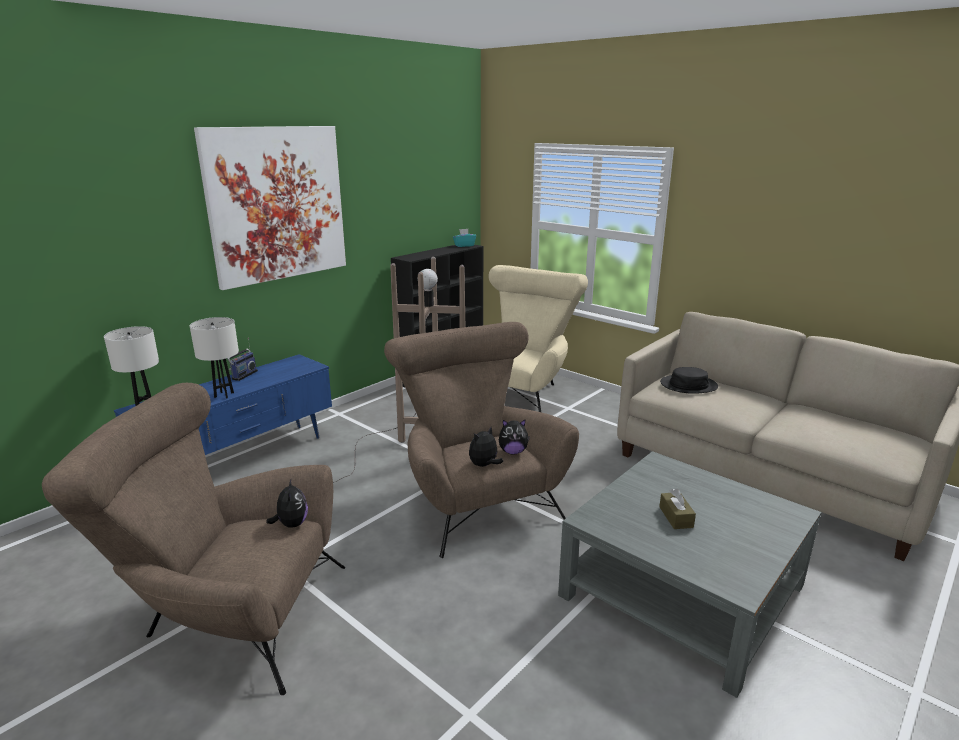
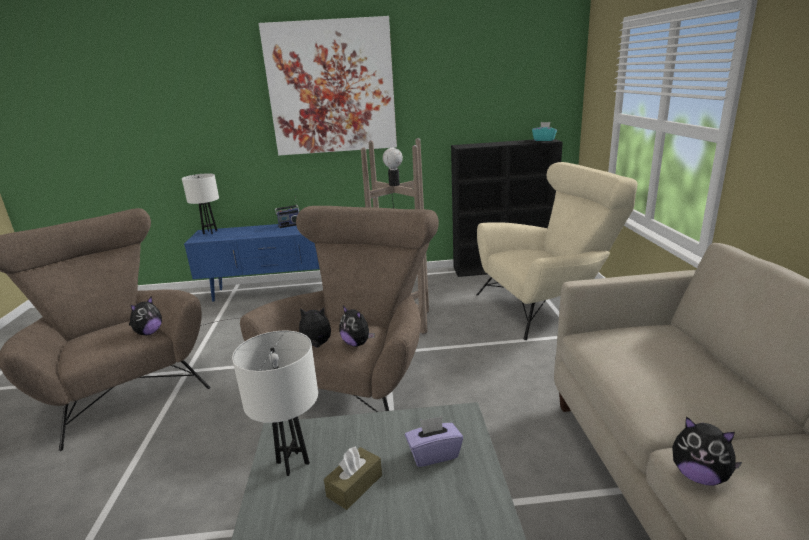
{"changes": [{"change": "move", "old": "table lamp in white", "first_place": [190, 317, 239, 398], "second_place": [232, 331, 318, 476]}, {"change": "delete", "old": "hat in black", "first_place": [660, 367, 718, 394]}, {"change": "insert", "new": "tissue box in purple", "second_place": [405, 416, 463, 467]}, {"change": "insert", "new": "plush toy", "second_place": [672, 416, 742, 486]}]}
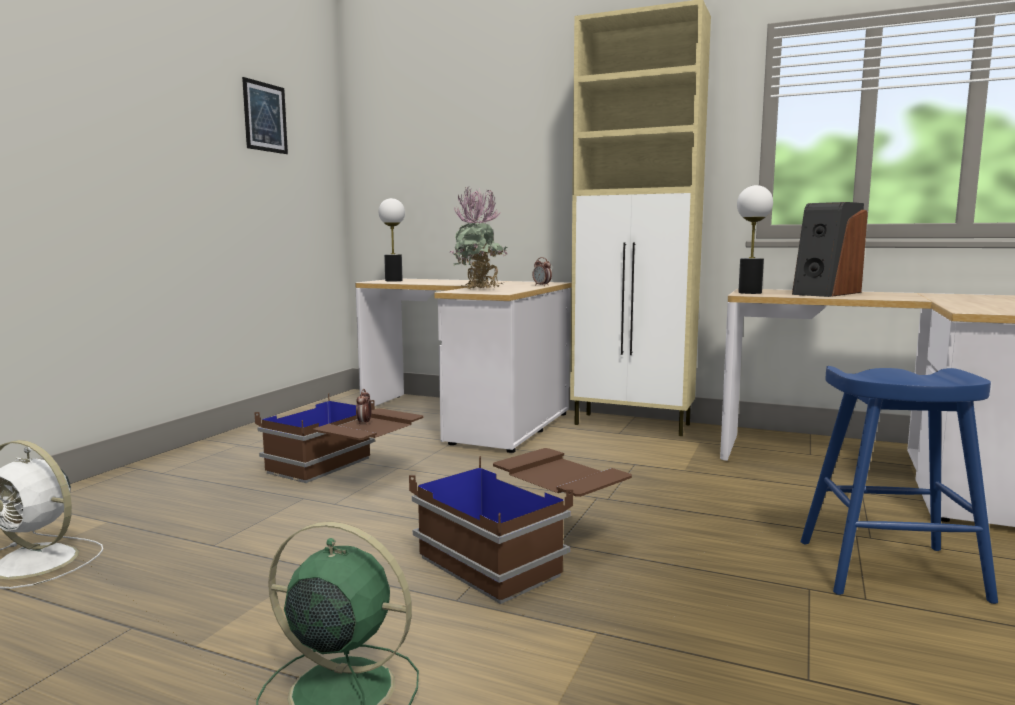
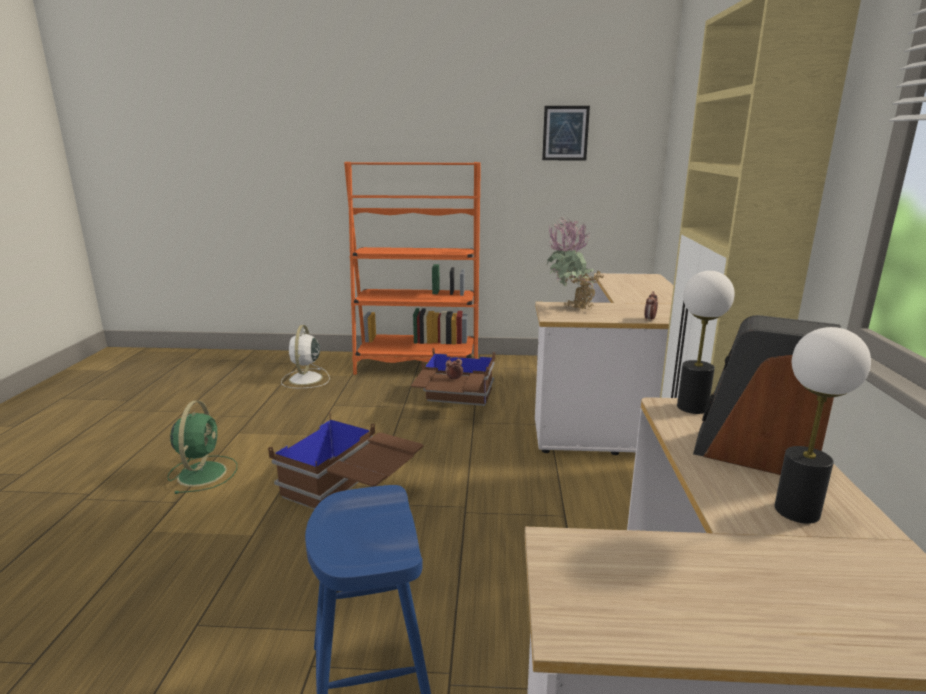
{"changes": [{"change": "move", "old": "table lamp", "first_place": [378, 198, 405, 281], "second_place": [774, 327, 871, 524]}, {"change": "insert", "new": "bookcase in orange", "second_place": [344, 162, 481, 375]}]}
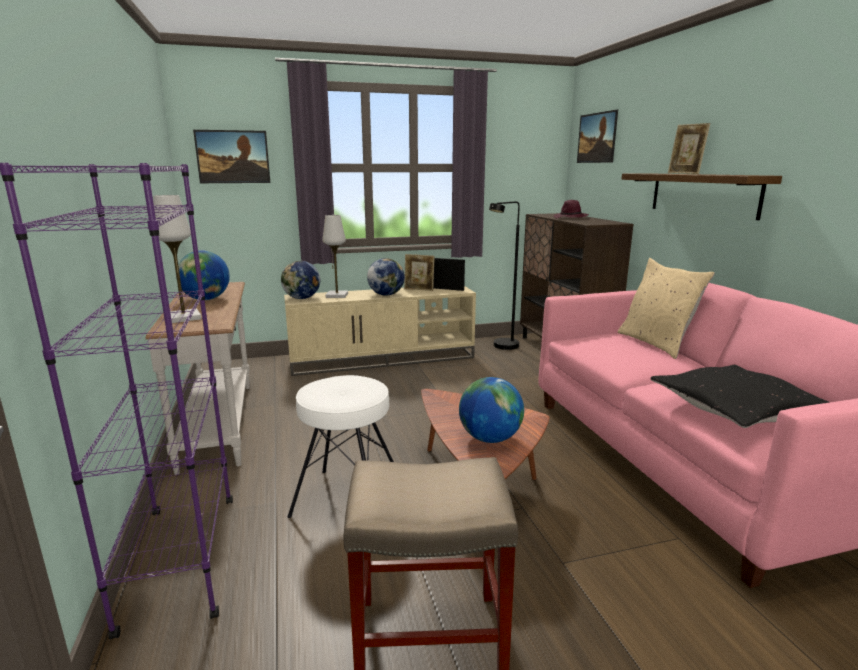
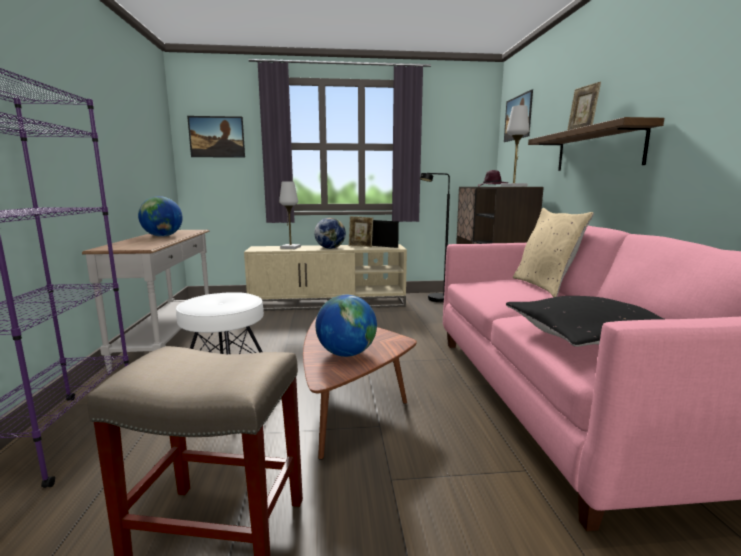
{"changes": [{"change": "move", "old": "table lamp in white", "first_place": [153, 195, 202, 323], "second_place": [501, 105, 530, 187]}, {"change": "delete", "old": "globe", "first_place": [281, 261, 320, 299]}]}
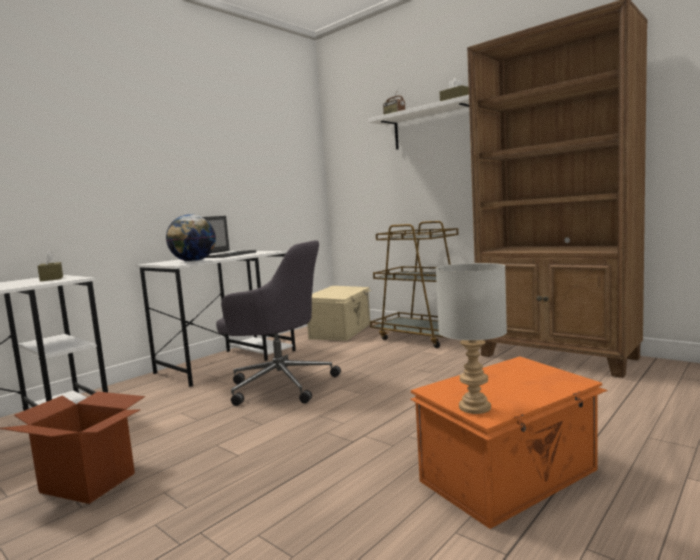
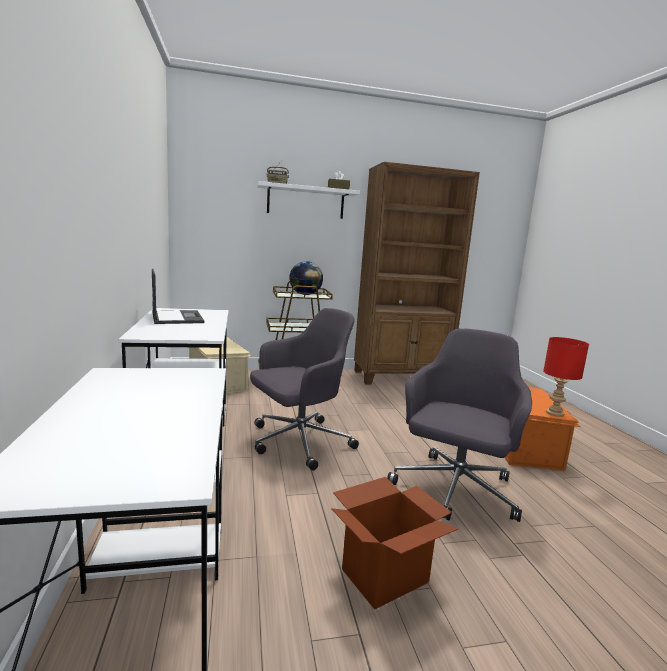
{"changes": [{"change": "move", "old": "globe", "first_place": [166, 214, 216, 262], "second_place": [289, 261, 323, 295]}, {"change": "delete", "old": "tissue box in brown", "first_place": [37, 250, 63, 281]}, {"change": "recolor", "old": "table lamp in grey", "new": "table lamp in red", "first_place": [436, 263, 507, 414], "second_place": [543, 337, 589, 417]}, {"change": "insert", "new": "office chair in grey", "second_place": [387, 329, 532, 522]}]}
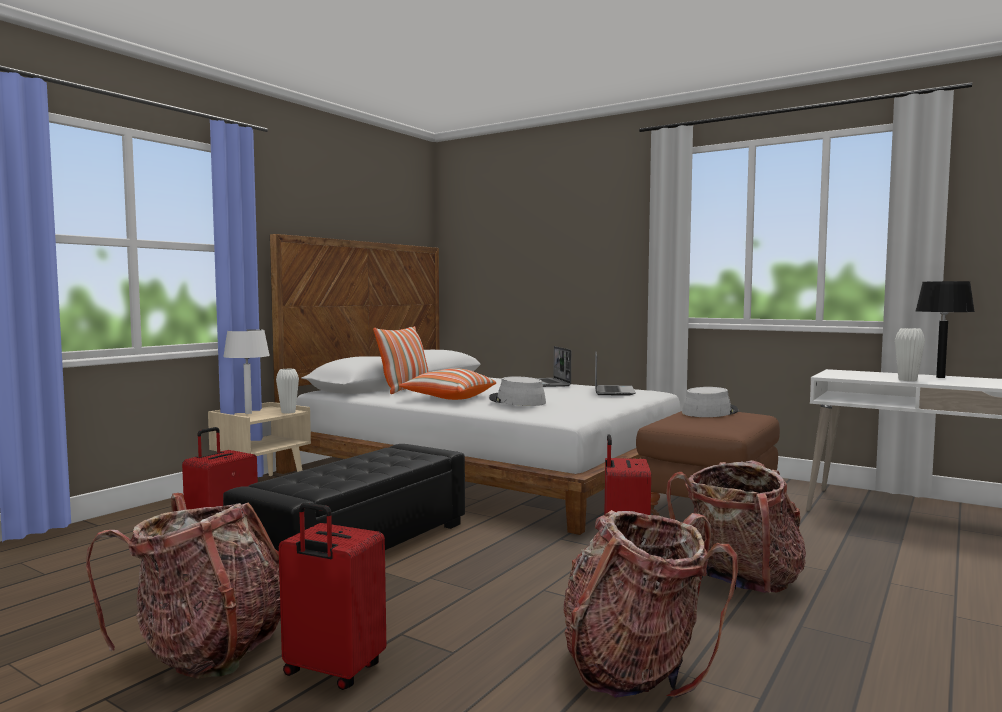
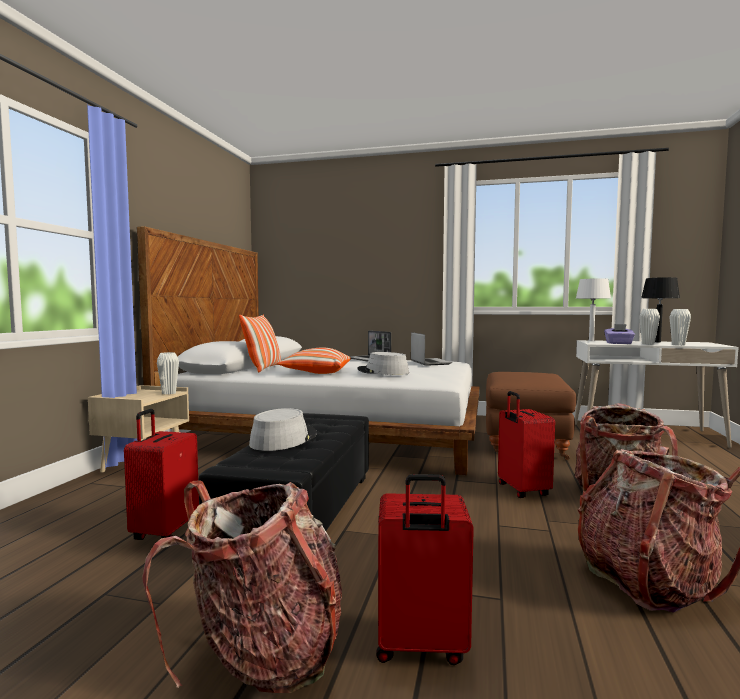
{"changes": [{"change": "move", "old": "table lamp in white", "first_place": [223, 329, 270, 414], "second_place": [576, 278, 611, 341]}, {"change": "move", "old": "hat in grey", "first_place": [682, 387, 738, 417], "second_place": [249, 408, 316, 451]}, {"change": "insert", "new": "vase in white", "second_place": [669, 309, 691, 346]}, {"change": "insert", "new": "tissue box in purple", "second_place": [604, 324, 635, 344]}]}
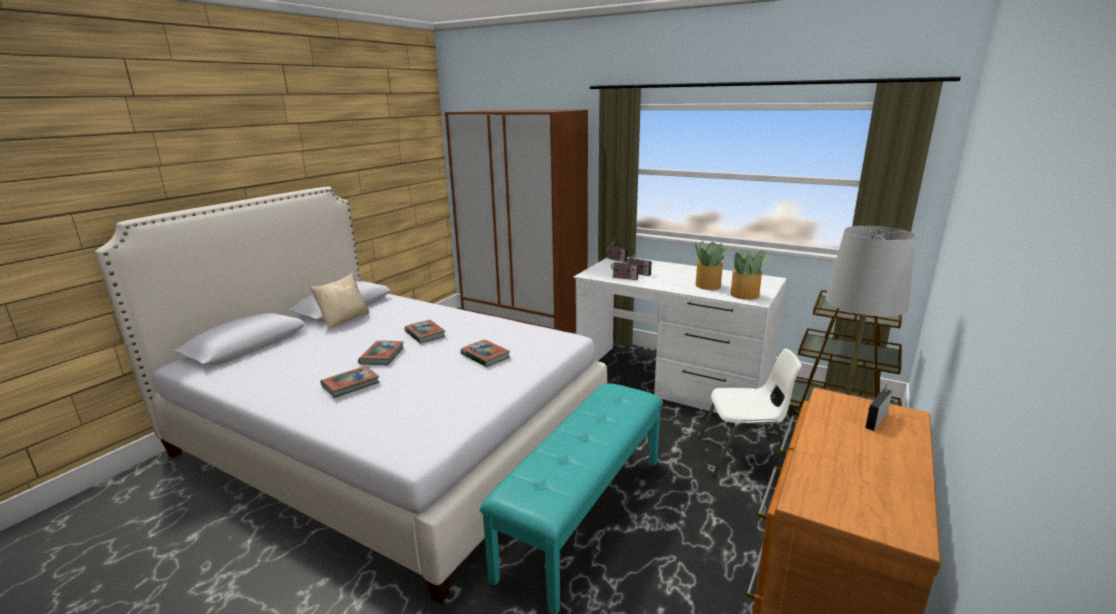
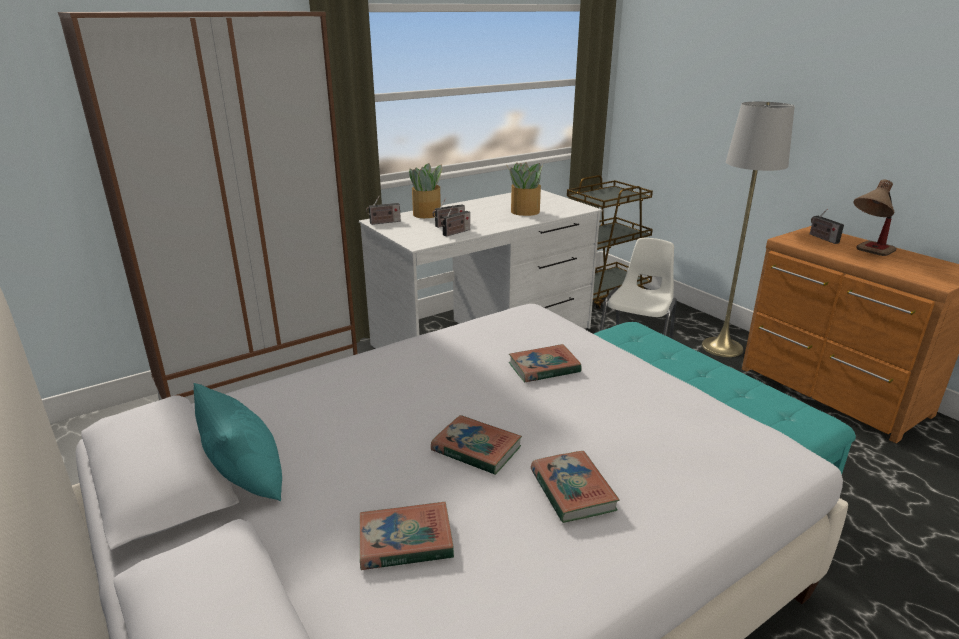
{"changes": [{"change": "move", "old": "potted plant", "first_place": [730, 251, 770, 300], "second_place": [409, 163, 442, 218]}, {"change": "recolor", "old": "pillow in beige", "new": "pillow in turquoise", "first_place": [310, 273, 369, 329], "second_place": [193, 383, 282, 501]}, {"change": "move", "old": "book", "first_place": [405, 320, 446, 344], "second_place": [360, 502, 454, 570]}, {"change": "insert", "new": "table lamp", "second_place": [854, 180, 897, 256]}]}
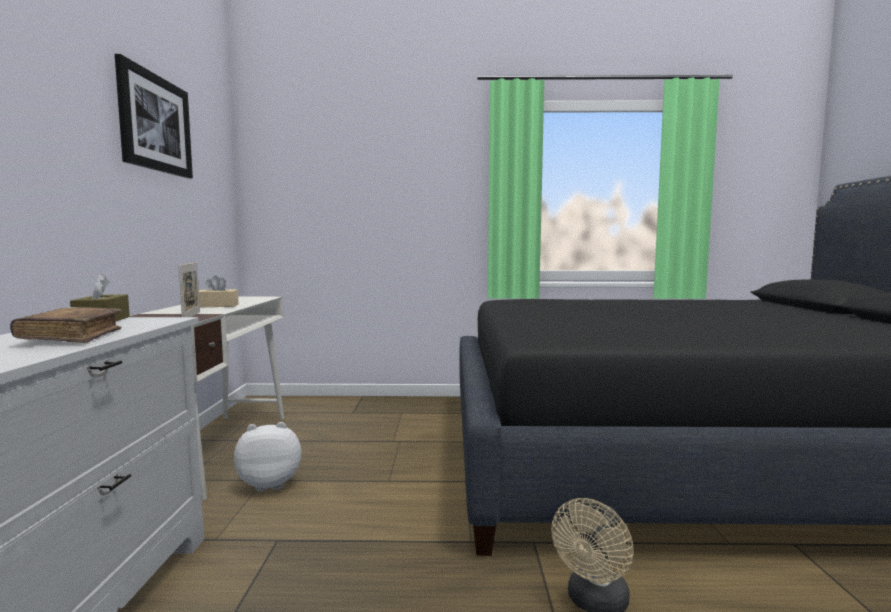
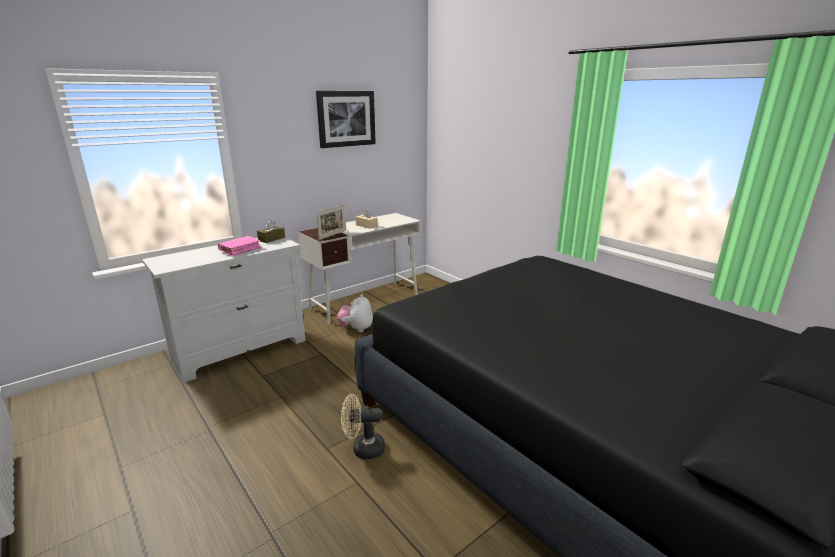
{"changes": [{"change": "recolor", "old": "book in brown", "new": "book in pink", "first_place": [10, 307, 122, 343], "second_place": [218, 236, 261, 256]}, {"change": "rotate", "old": "plush toy", "first_place": [234, 422, 301, 491], "second_place": [337, 294, 373, 332], "degrees": -120}]}
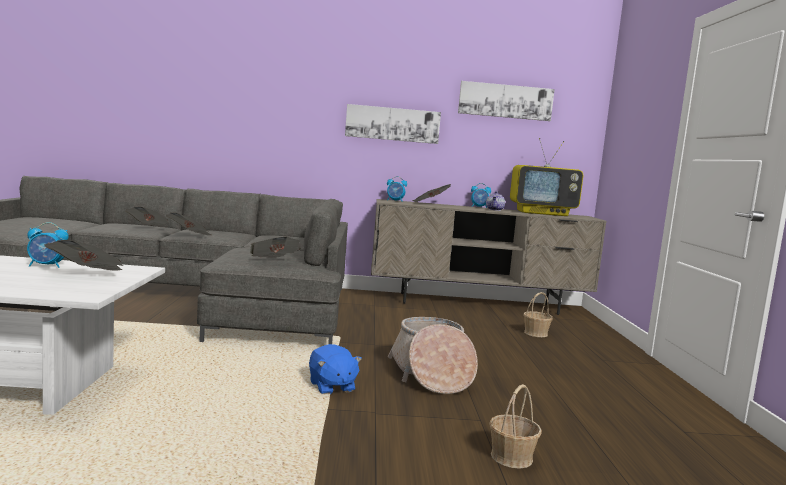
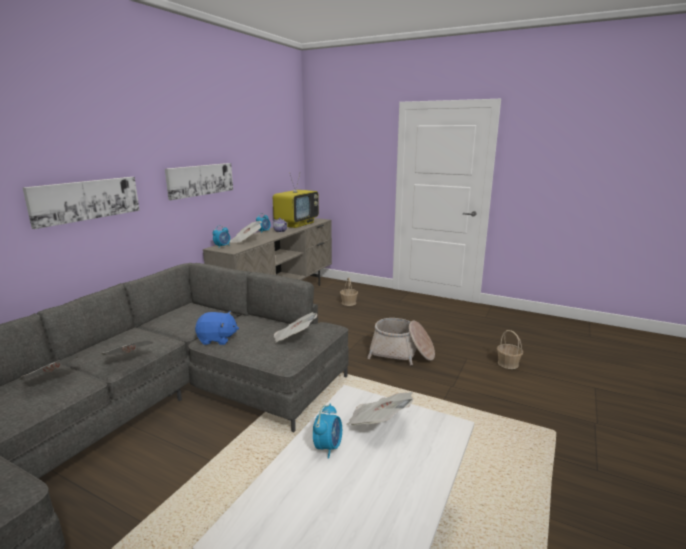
{"changes": [{"change": "move", "old": "picture", "first_place": [458, 81, 555, 121], "second_place": [23, 177, 140, 229]}, {"change": "move", "old": "plush toy in blue", "first_place": [309, 344, 362, 394], "second_place": [195, 311, 239, 345]}]}
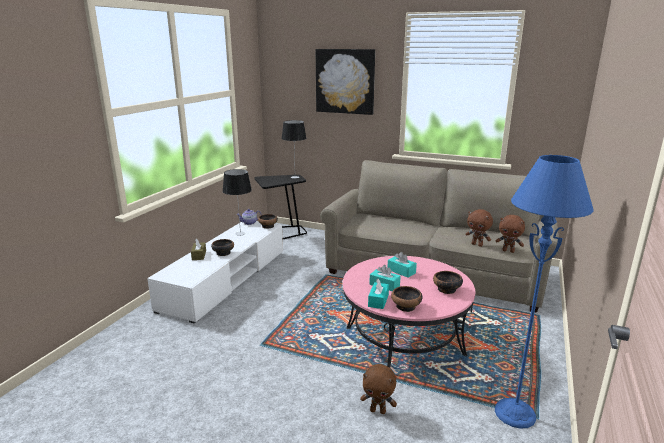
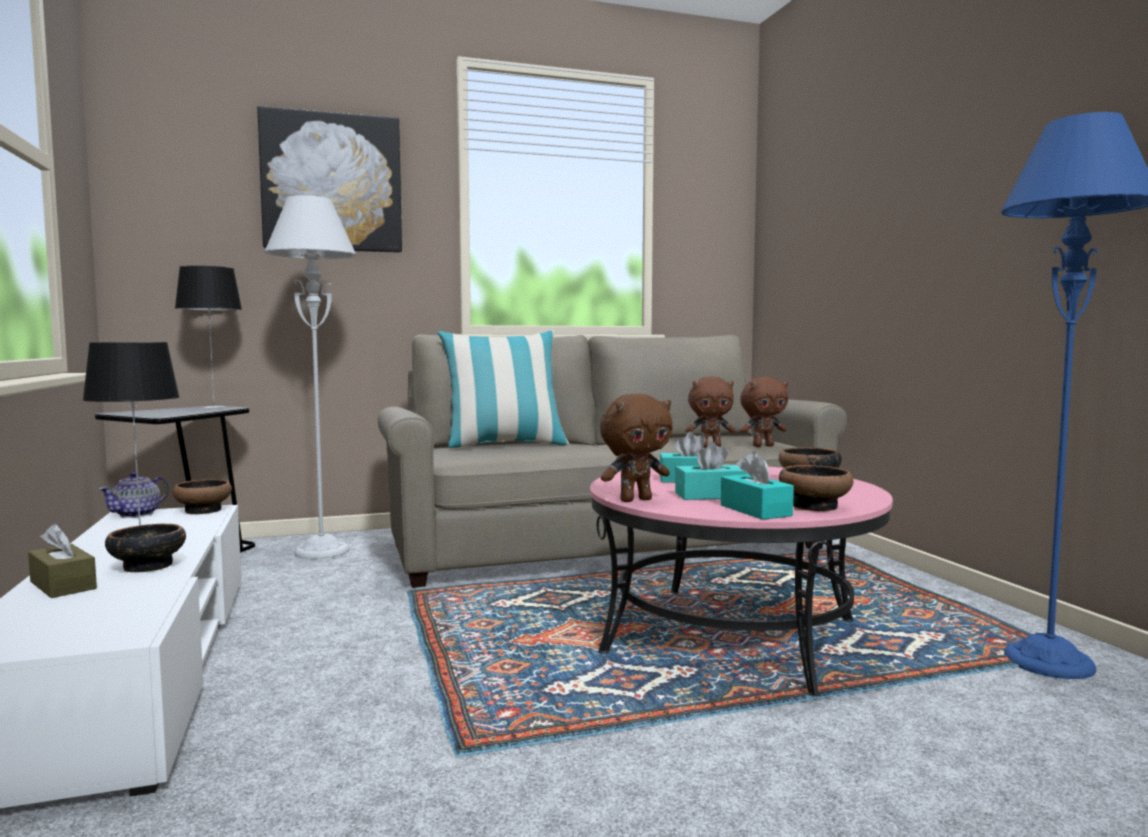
{"changes": [{"change": "move", "old": "plush toy in brown", "first_place": [360, 364, 397, 414], "second_place": [600, 394, 672, 502]}, {"change": "insert", "new": "floor lamp in grey", "second_place": [264, 195, 356, 559]}, {"change": "insert", "new": "pillow", "second_place": [438, 330, 569, 448]}]}
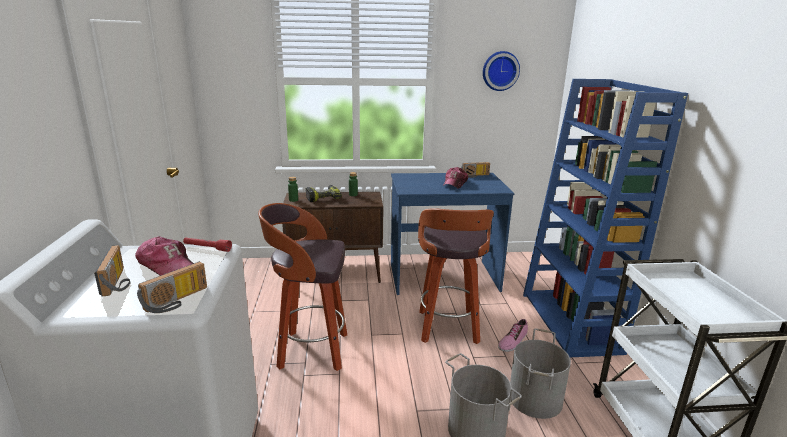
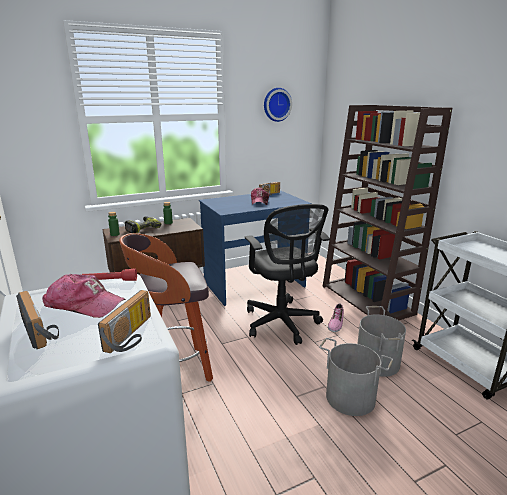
{"changes": [{"change": "recolor", "old": "bookcase in blue", "new": "bookcase in brown", "first_place": [523, 79, 688, 358], "second_place": [323, 105, 452, 320]}, {"change": "replace", "old": "stool", "new": "office chair in black", "first_place": [418, 208, 494, 344], "second_place": [245, 204, 330, 345]}]}
